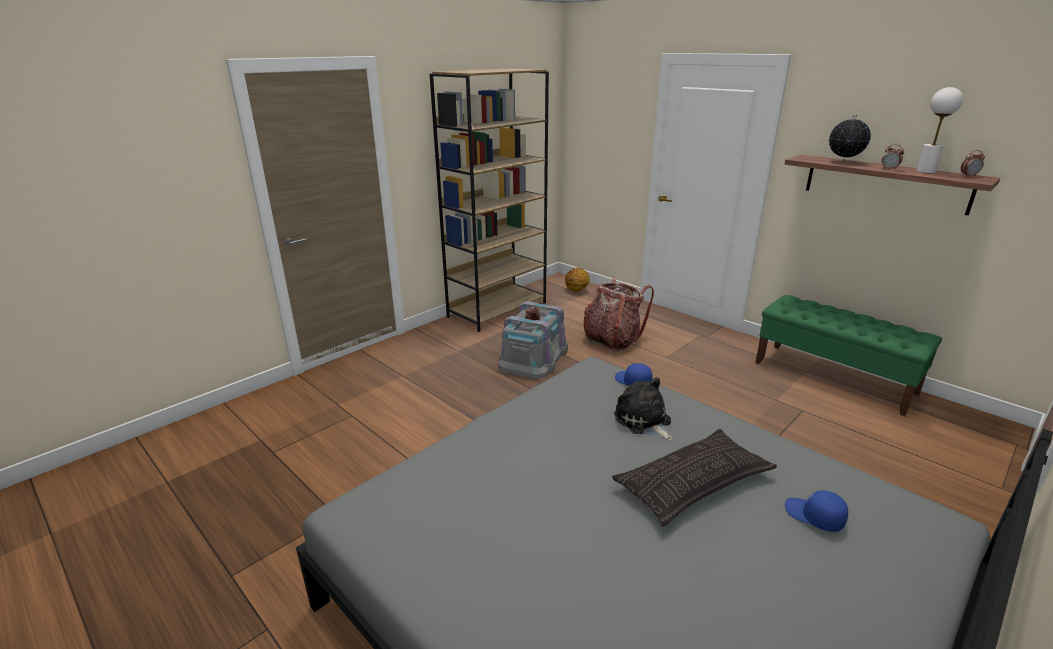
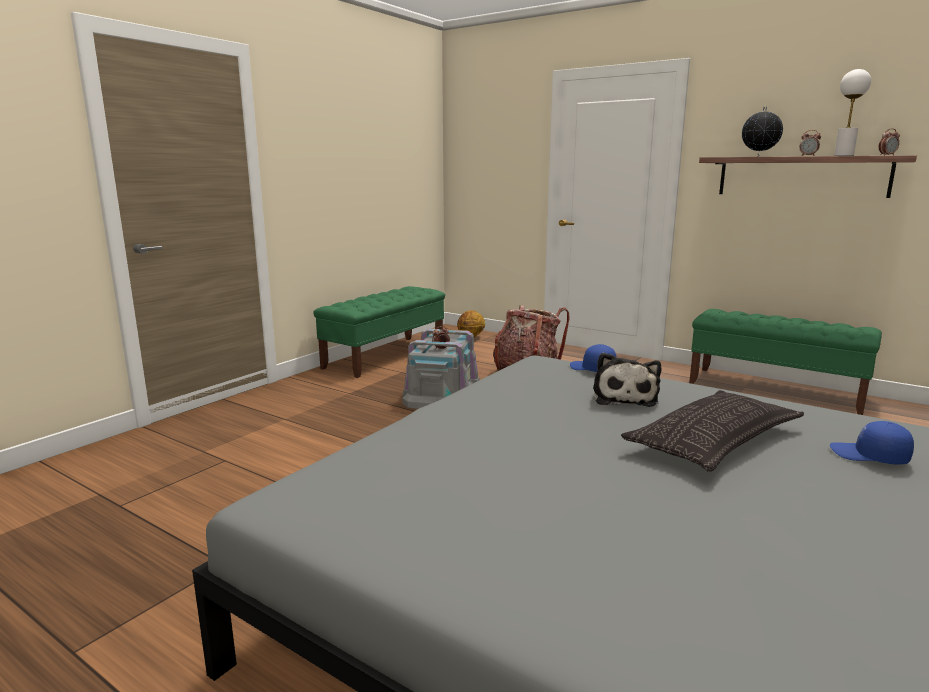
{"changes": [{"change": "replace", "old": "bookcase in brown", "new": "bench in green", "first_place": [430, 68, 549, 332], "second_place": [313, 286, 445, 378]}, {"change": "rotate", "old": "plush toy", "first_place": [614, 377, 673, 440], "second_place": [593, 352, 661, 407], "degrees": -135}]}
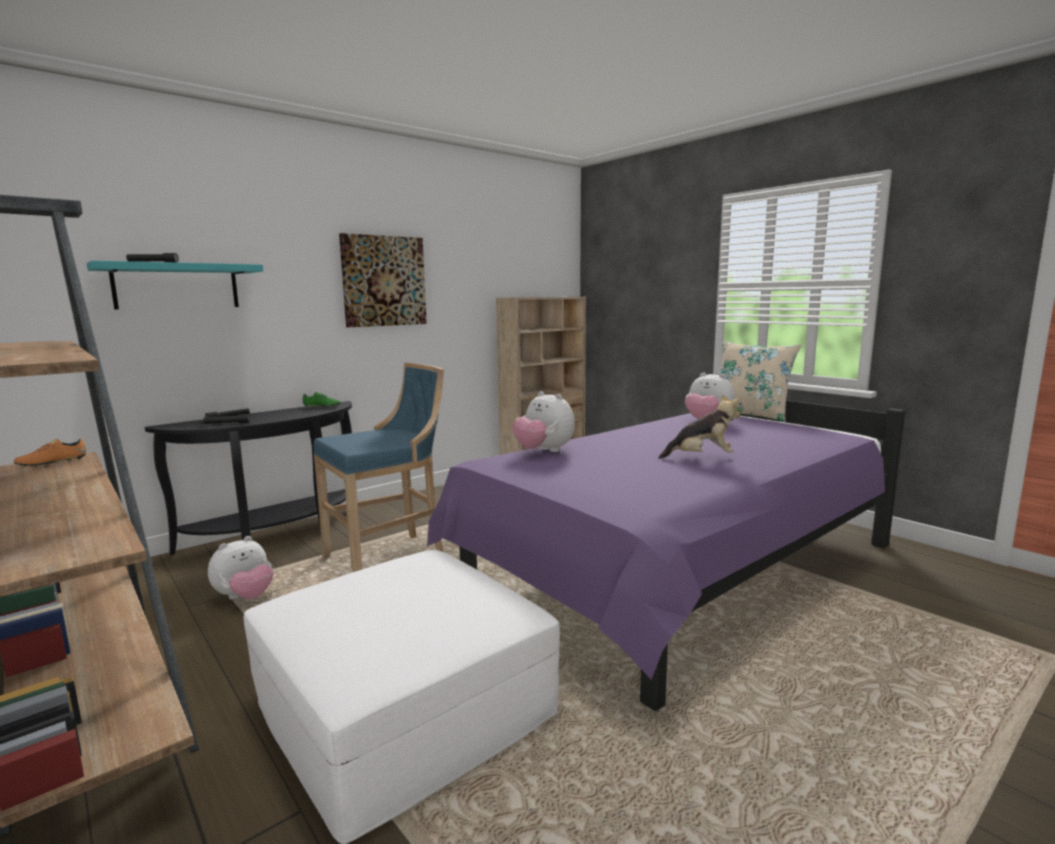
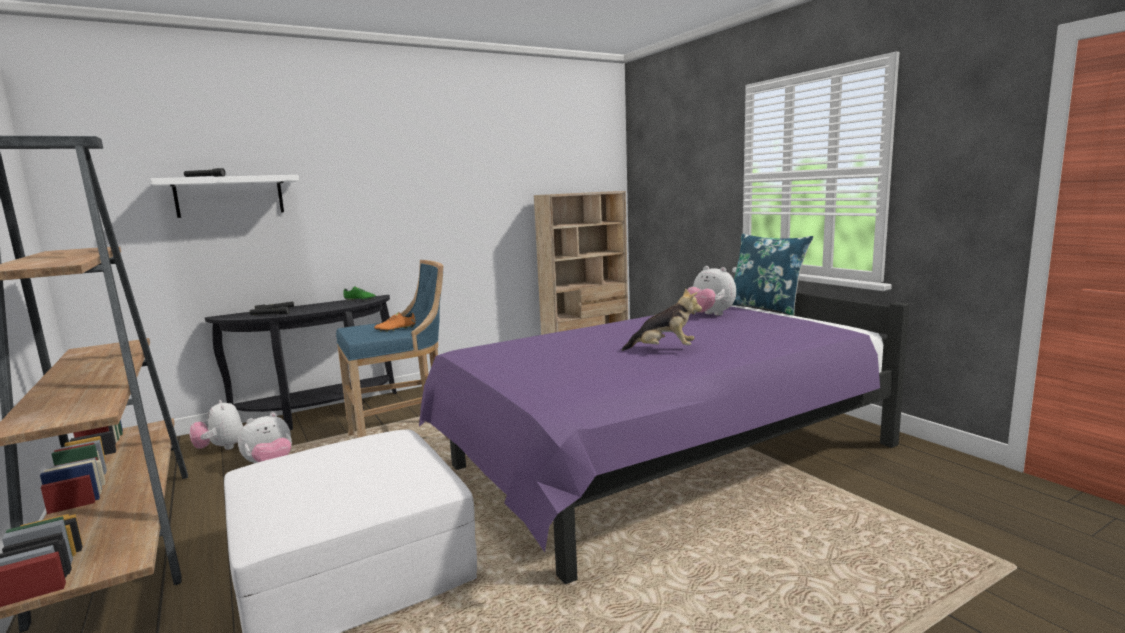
{"changes": [{"change": "delete", "old": "picture", "first_place": [339, 233, 427, 327]}, {"change": "recolor", "old": "shelf in turquoise", "new": "shelf in white", "first_place": [87, 261, 263, 309], "second_place": [151, 175, 299, 218]}, {"change": "recolor", "old": "pillow in beige", "new": "pillow in blue", "first_place": [720, 341, 802, 422], "second_place": [731, 234, 813, 316]}, {"change": "move", "old": "plush toy", "first_place": [513, 391, 575, 452], "second_place": [189, 399, 243, 450]}, {"change": "move", "old": "shoe in orange", "first_place": [14, 439, 86, 467], "second_place": [374, 312, 416, 332]}]}
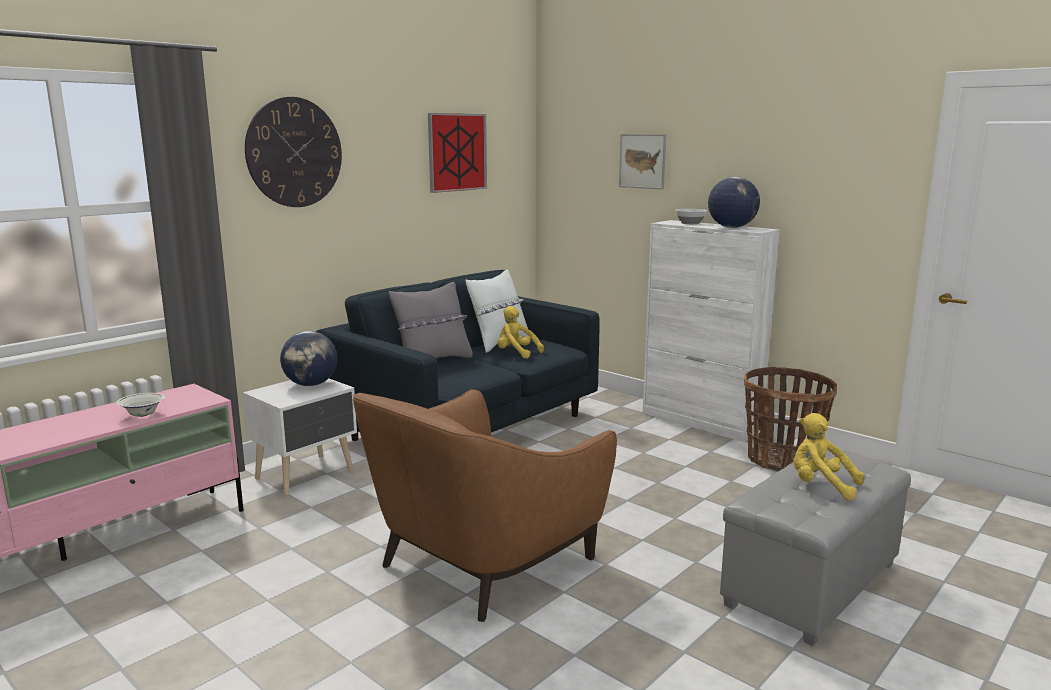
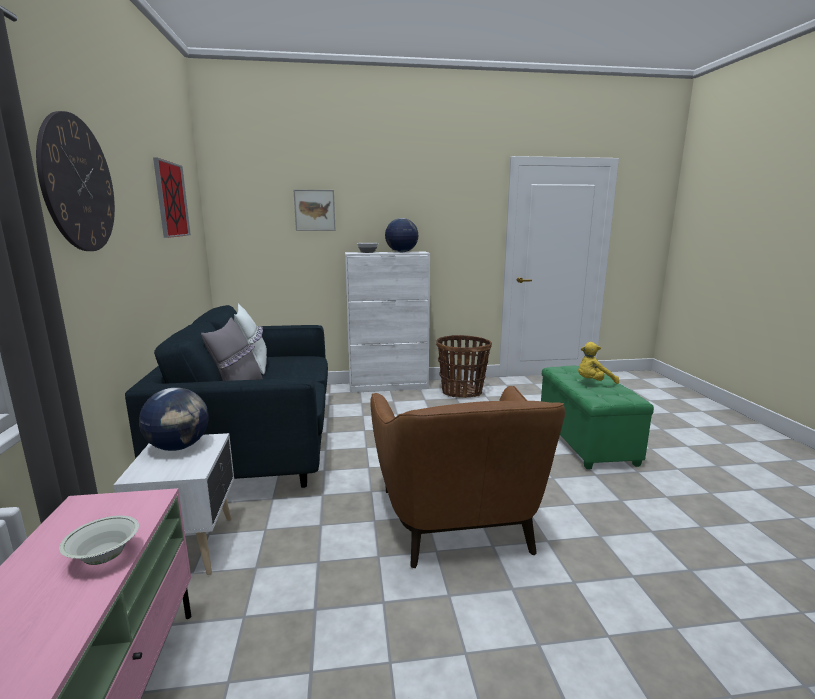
{"changes": [{"change": "delete", "old": "plush toy in yellow", "first_place": [498, 306, 544, 359]}, {"change": "recolor", "old": "ottoman in grey", "new": "ottoman in green", "first_place": [720, 449, 911, 646], "second_place": [541, 366, 654, 469]}]}
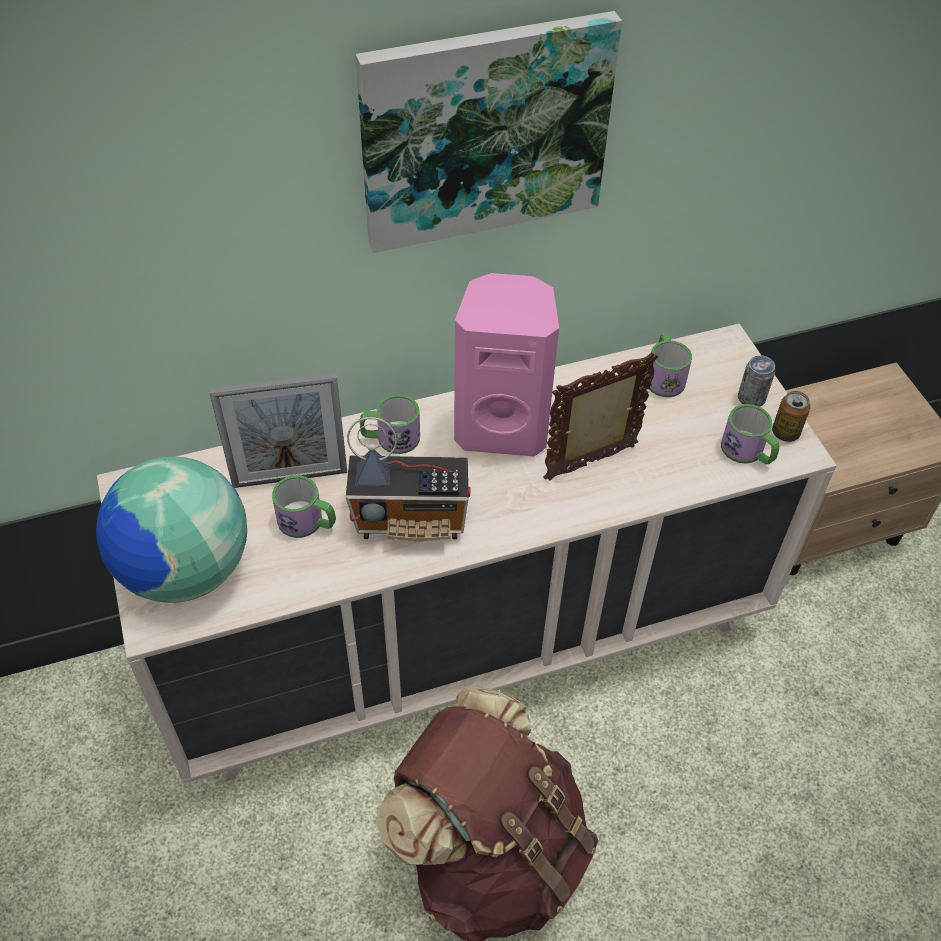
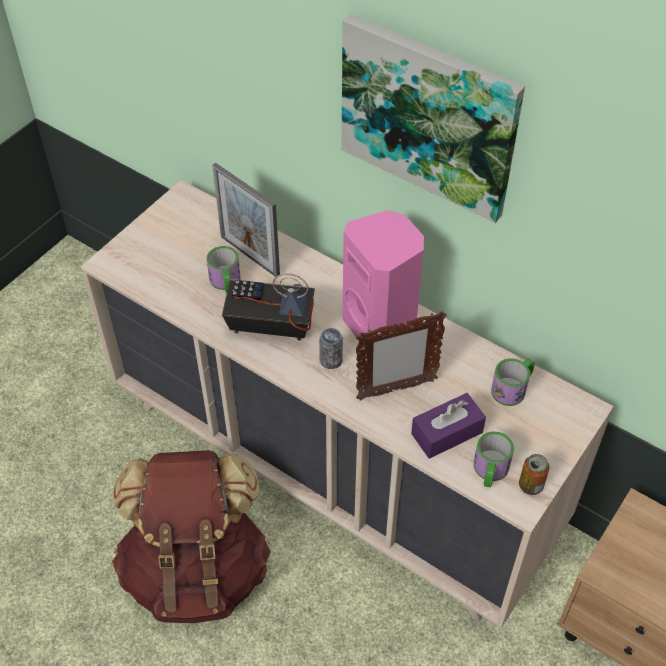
{"changes": [{"change": "rotate", "old": "picture frame", "first_place": [544, 352, 658, 481], "second_place": [356, 311, 447, 401], "degrees": 135}, {"change": "move", "old": "can", "first_place": [738, 355, 775, 407], "second_place": [319, 328, 343, 369]}, {"change": "delete", "old": "mug", "first_place": [360, 394, 420, 454]}, {"change": "rotate", "old": "radio", "first_place": [346, 417, 471, 541], "second_place": [222, 273, 315, 341], "degrees": 135}, {"change": "delete", "old": "globe", "first_place": [96, 457, 247, 603]}, {"change": "insert", "new": "tissue box in purple", "second_place": [411, 393, 486, 459]}]}
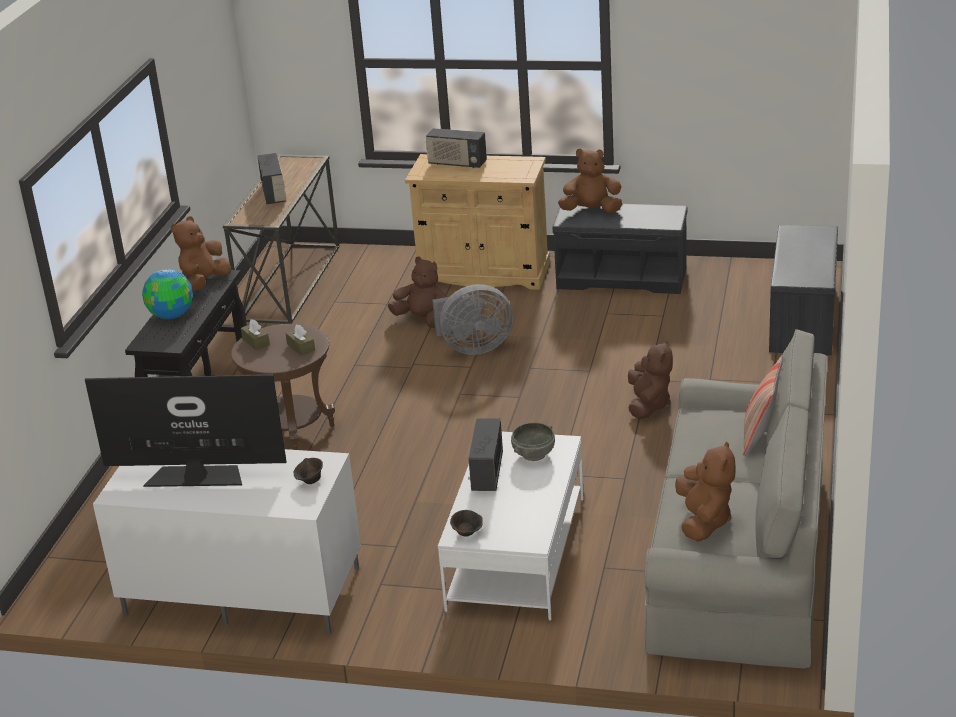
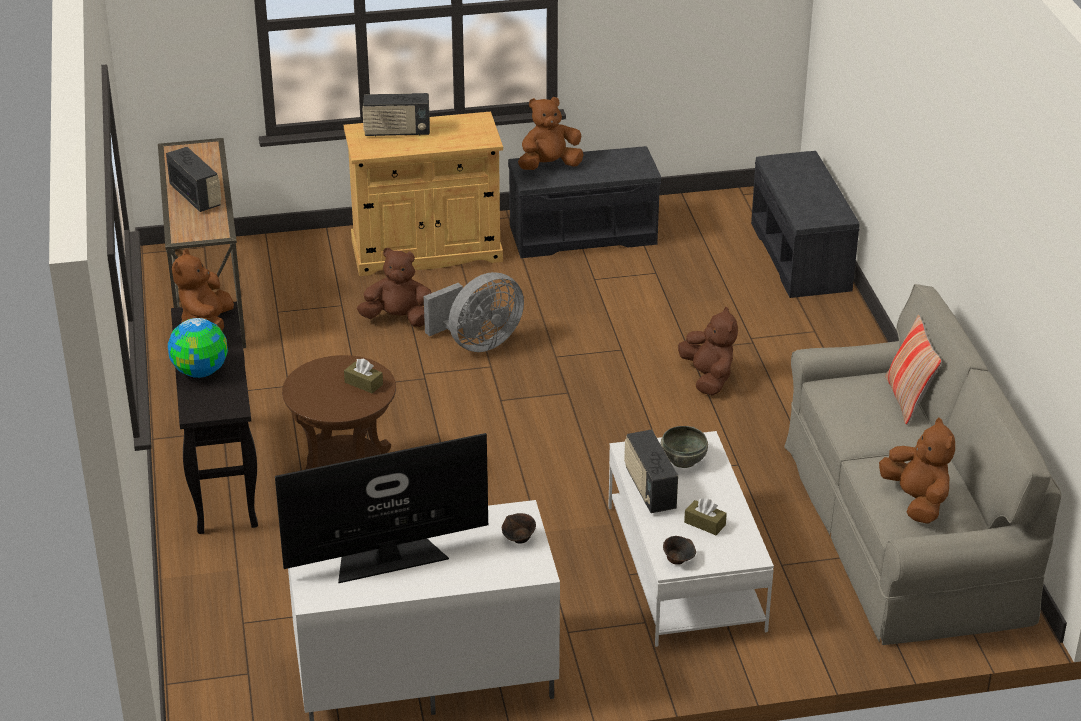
{"changes": [{"change": "move", "old": "tissue box in brown", "first_place": [241, 319, 270, 350], "second_place": [684, 498, 727, 535]}]}
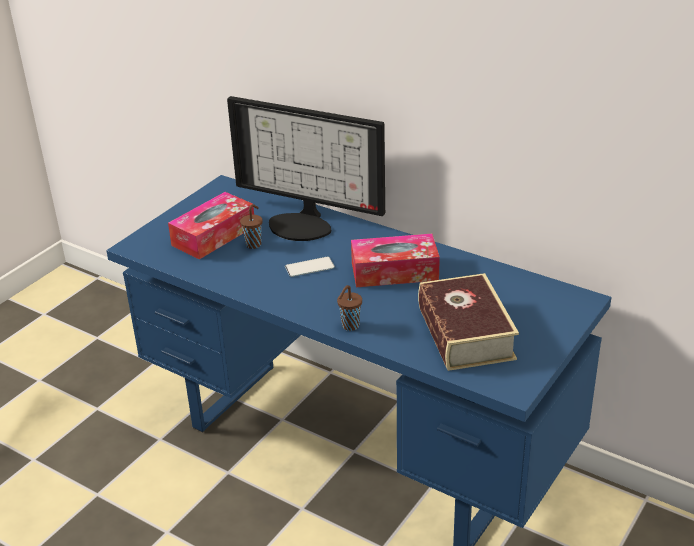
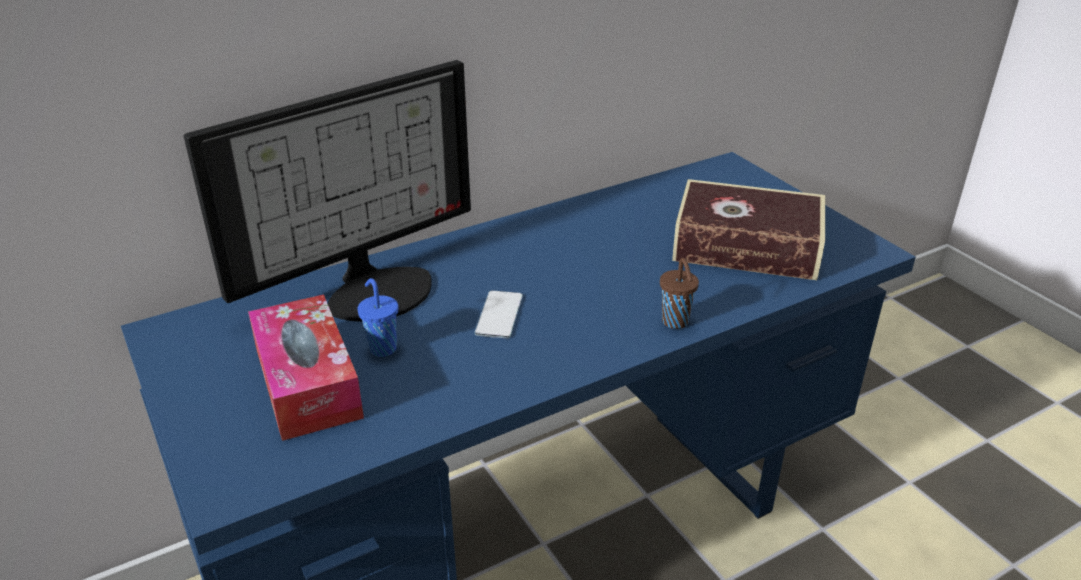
{"changes": [{"change": "recolor", "old": "cup in brown", "new": "cup in blue", "first_place": [240, 204, 263, 249], "second_place": [357, 278, 398, 357]}, {"change": "delete", "old": "tissue box", "first_place": [351, 234, 440, 287]}]}
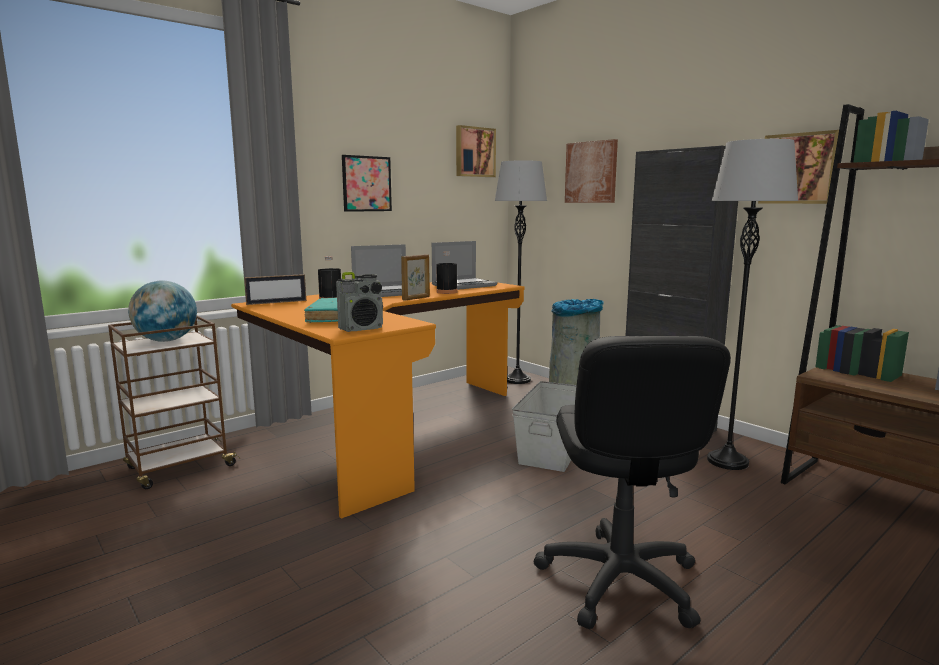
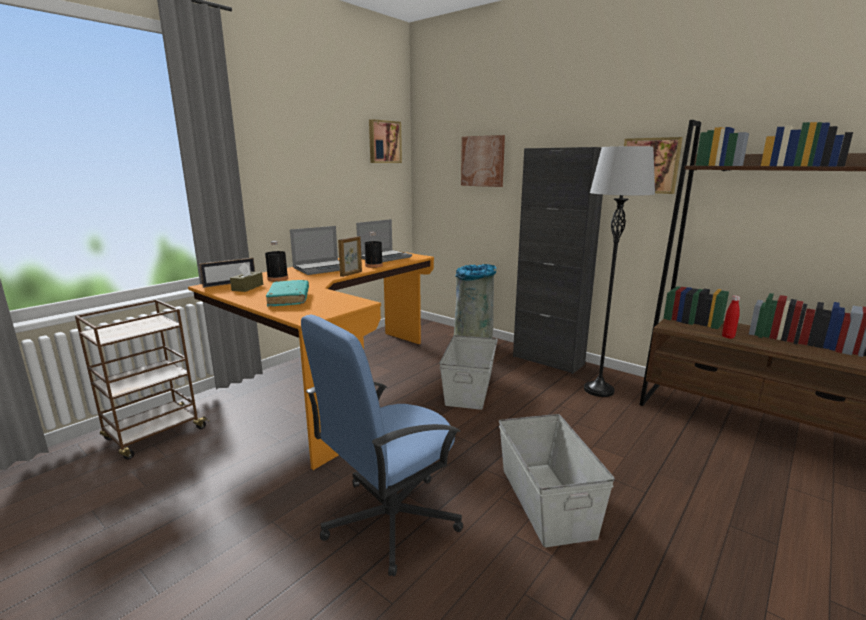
{"changes": [{"change": "delete", "old": "picture", "first_place": [342, 155, 392, 212]}, {"change": "delete", "old": "floor lamp in grey", "first_place": [495, 160, 547, 384]}, {"change": "delete", "old": "radio", "first_place": [336, 272, 383, 332]}, {"change": "delete", "old": "globe", "first_place": [128, 281, 197, 342]}, {"change": "replace", "old": "office chair in black", "new": "storage box in grey", "first_place": [534, 336, 731, 629], "second_place": [499, 414, 615, 547]}, {"change": "insert", "new": "tissue box in brown", "second_place": [230, 263, 263, 292]}, {"change": "insert", "new": "bottle in red", "second_place": [722, 295, 740, 339]}, {"change": "insert", "new": "office chair in blue", "second_place": [301, 314, 463, 577]}]}
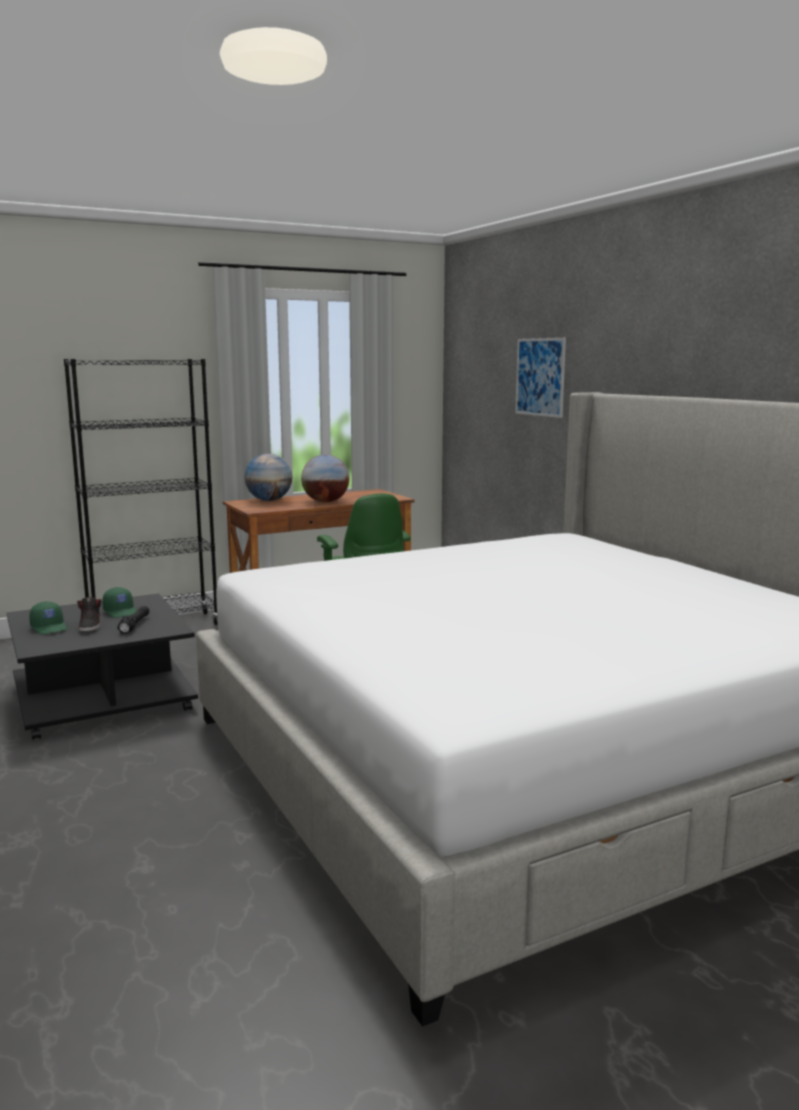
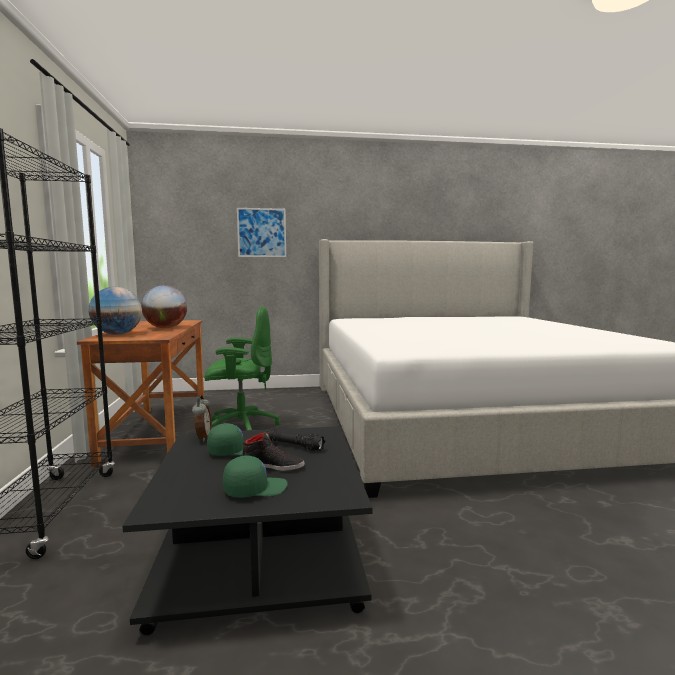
{"changes": [{"change": "insert", "new": "alarm clock", "second_place": [192, 395, 212, 442]}]}
